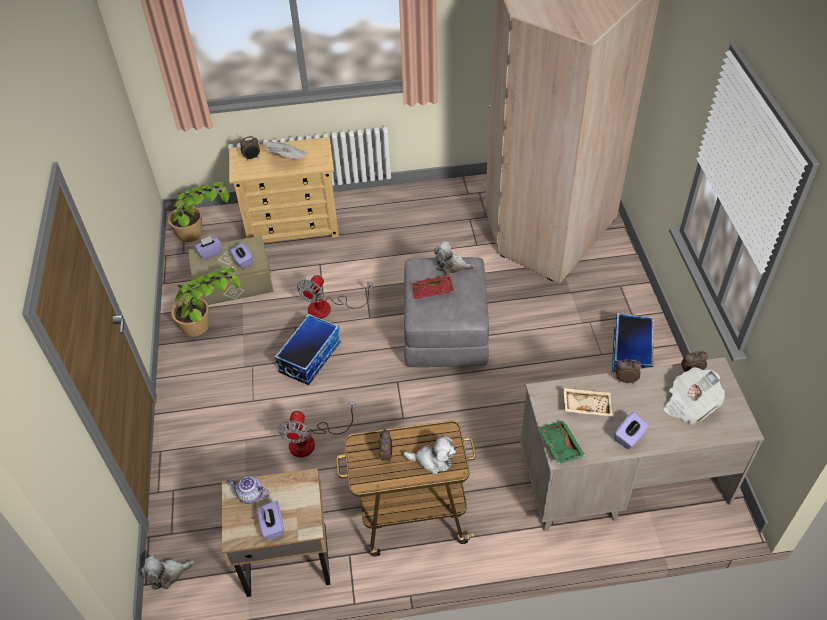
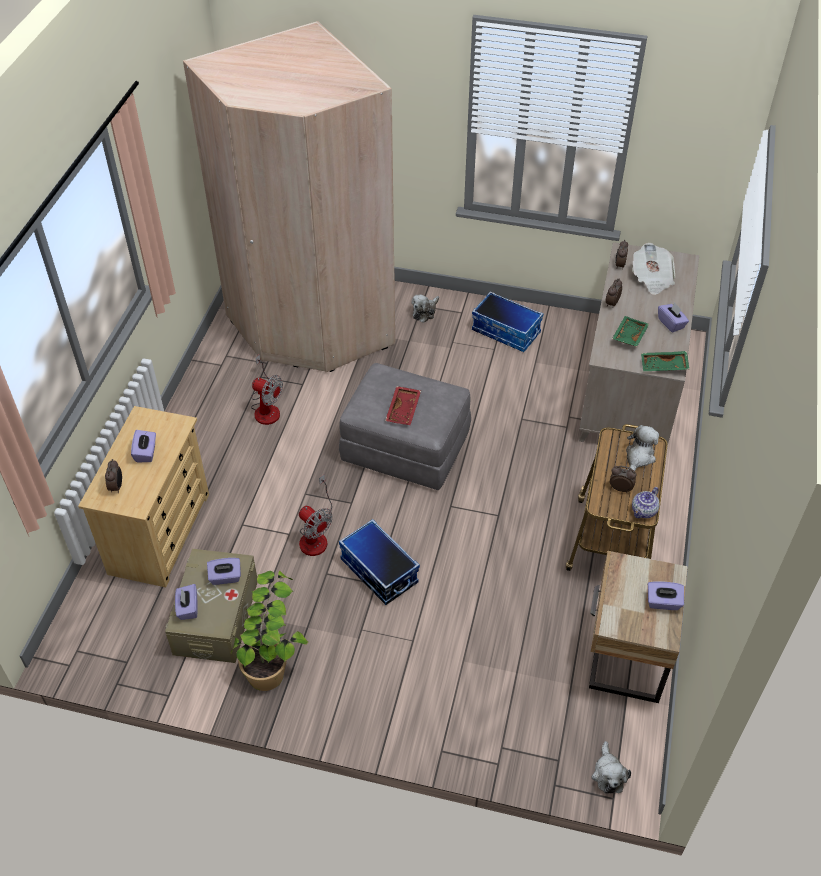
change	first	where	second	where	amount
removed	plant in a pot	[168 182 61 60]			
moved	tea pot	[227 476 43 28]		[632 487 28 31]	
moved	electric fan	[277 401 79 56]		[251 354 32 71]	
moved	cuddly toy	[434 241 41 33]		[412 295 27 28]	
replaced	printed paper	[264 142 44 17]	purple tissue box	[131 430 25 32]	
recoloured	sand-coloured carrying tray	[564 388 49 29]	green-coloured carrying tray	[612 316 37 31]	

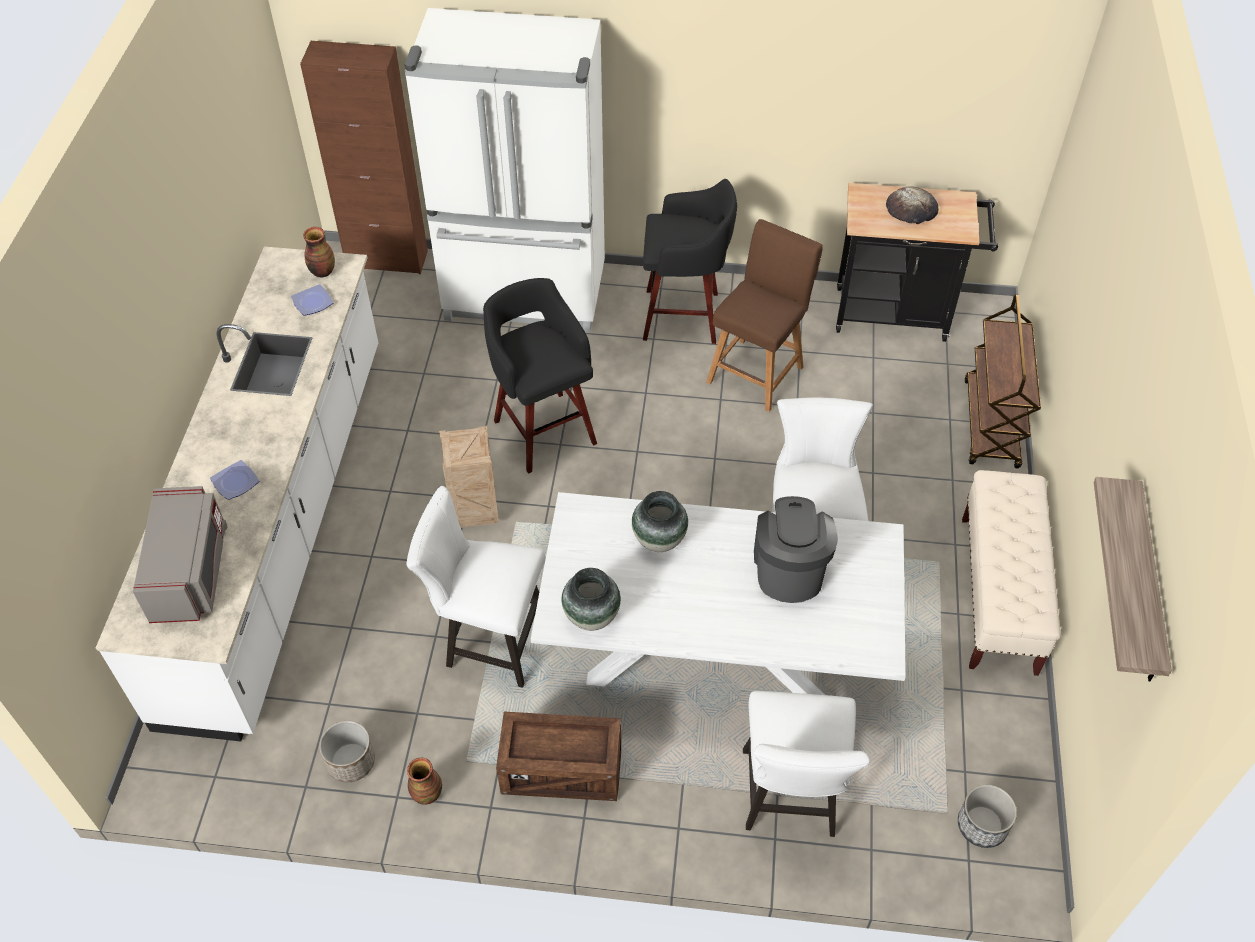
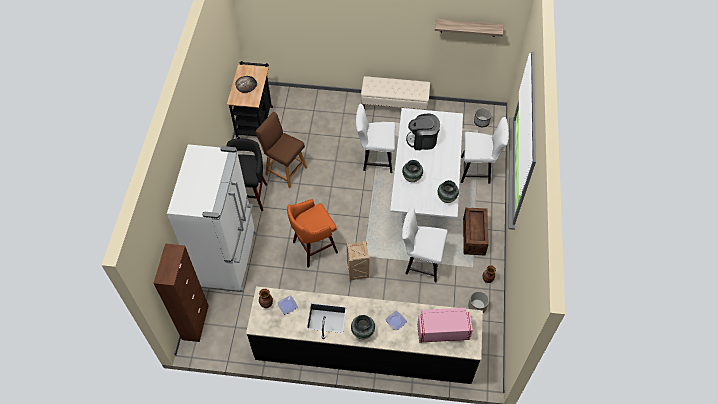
change	first	where	second	where	amount
removed	brownish wheeled cart	[964 294 77 174]			
added			vase	[351 315 24 24]	
recoloured	white counter	[96 247 282 494]	black counter	[246 286 237 98]	
recoloured	gray kitchen microwave	[133 486 95 137]	pinkish kitchen microwave	[417 308 56 35]	
recoloured	black sitting stool	[483 278 114 195]	orange sitting stool	[287 199 51 68]	
turned	white plain chair	[406 486 139 202]		[402 207 46 75]	90 degrees clockwise

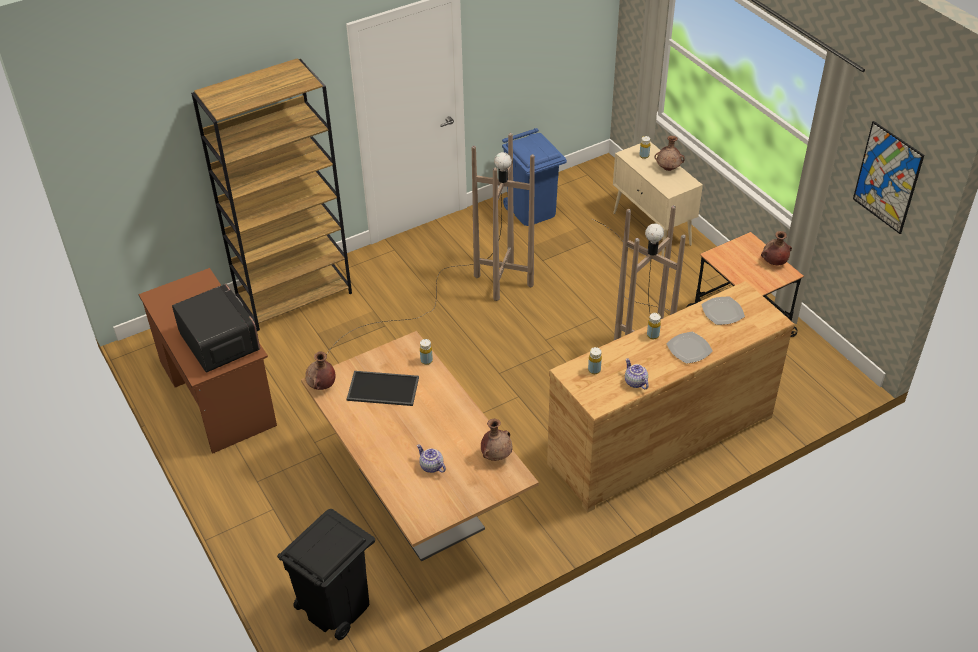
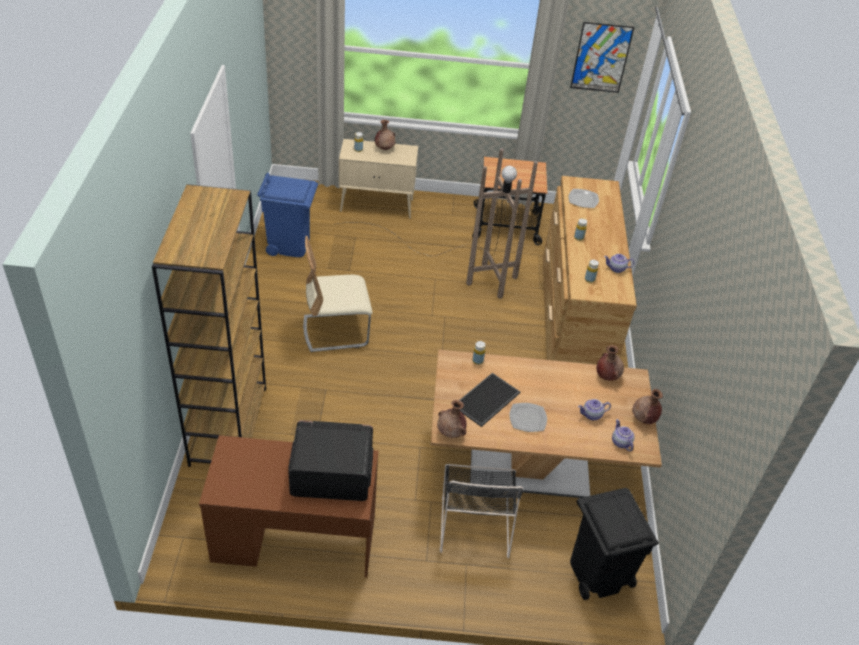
change	first	where	second	where	amount
added			black plain chair	[440 464 84 94]	
added			tea pot	[612 419 22 33]	
moved	flat dish	[667 332 46 32]		[509 403 38 29]	
moved	brownish vase	[761 231 31 35]		[632 389 31 35]	
replaced	brownish standard lamp	[326 133 209 222]	sand-coloured plain chair	[303 236 70 116]	

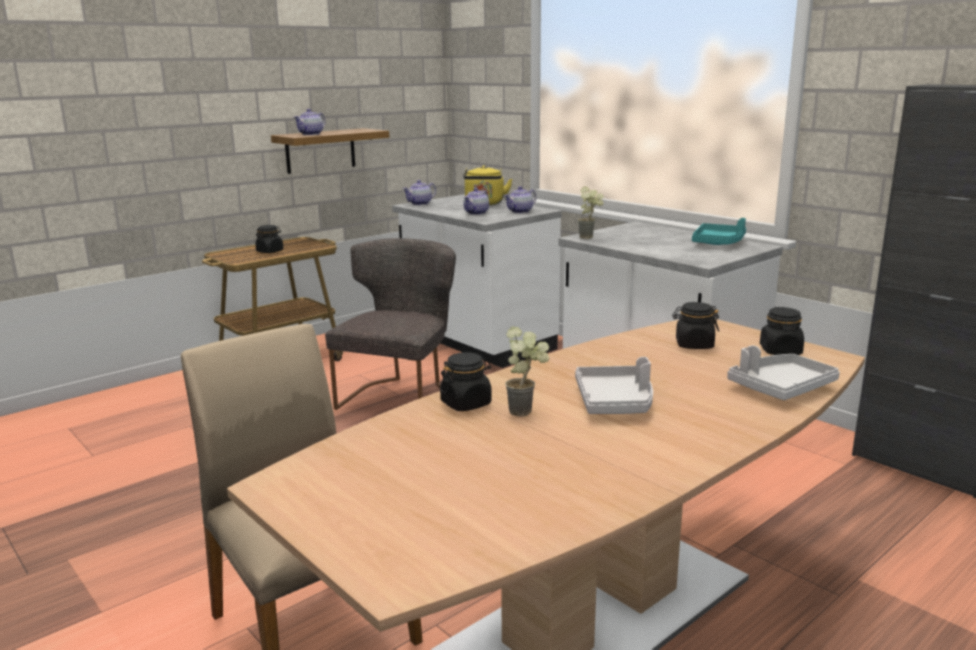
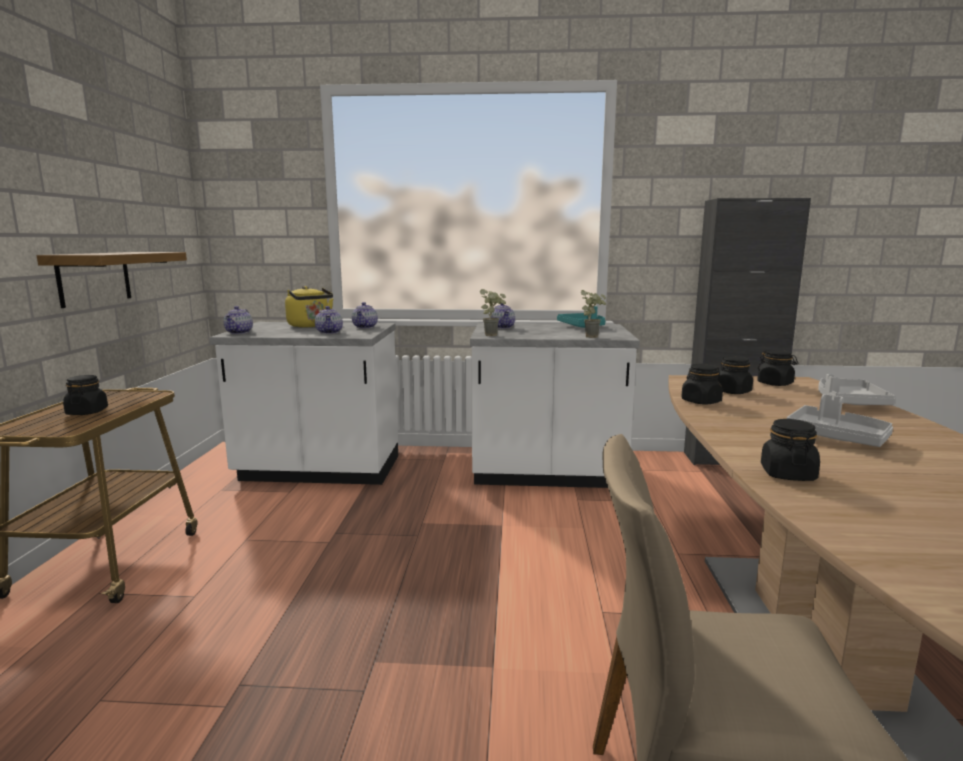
change	first	where	second	where	amount
removed	gray plain chair	[325 238 131 172]			
added			black storage jar	[681 364 42 41]	
moved	tea pot	[294 109 31 26]		[491 303 24 26]	
moved	plant in a pot	[505 326 44 91]		[581 290 25 48]	

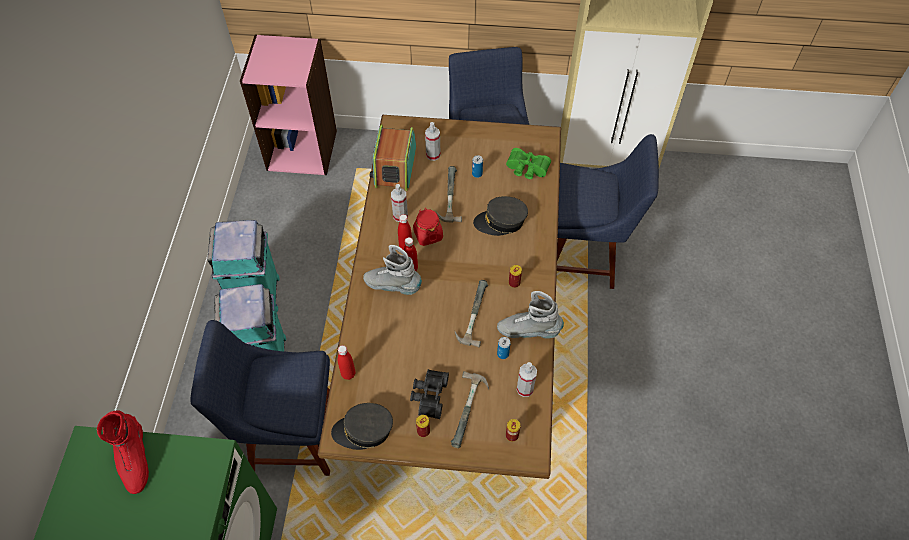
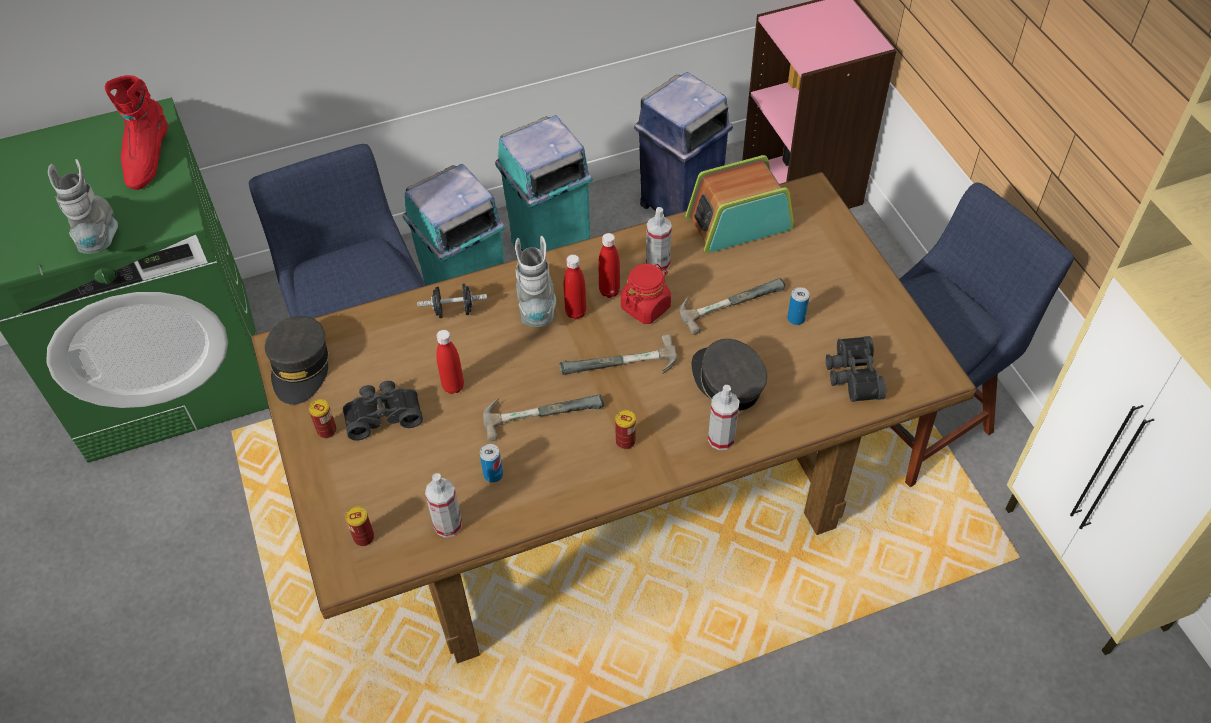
change	first	where	second	where	amount
removed	blue-coloured plain chair	[557 134 102 155]			
added			black dumbbell	[417 283 70 35]	
added			blue-coloured waste bin	[634 72 99 145]	
moved	reddish beverage bottle	[338 345 17 35]		[436 330 28 64]	
moved	hand sprayer	[425 122 16 39]		[708 385 32 65]	
moved	hammer	[451 371 38 77]		[559 334 118 41]	
moved	gray high-top boot	[497 291 67 48]		[48 159 70 95]	
recoloured	green-coloured pair of binoculars	[506 148 45 31]	black pair of binoculars	[826 336 60 66]	
turned	reddish high-top boot	[97 410 52 84]		[105 75 63 115]	45 degrees counterclockwise
turned	gray peaked cap	[331 403 62 47]		[265 316 64 88]	150 degrees counterclockwise

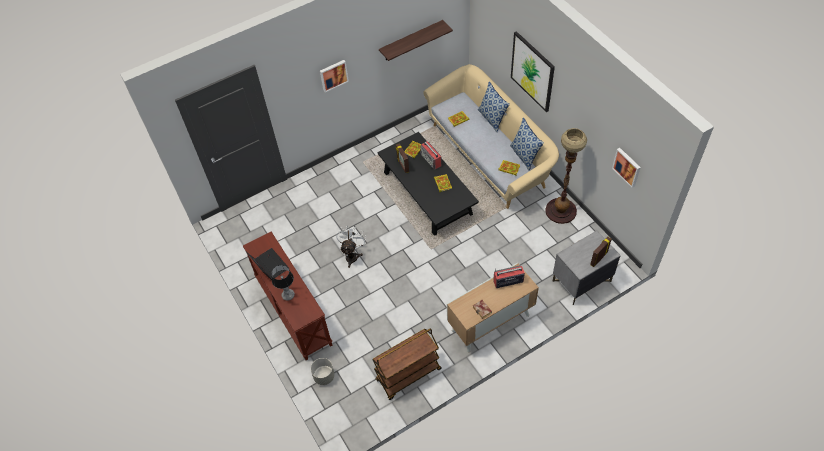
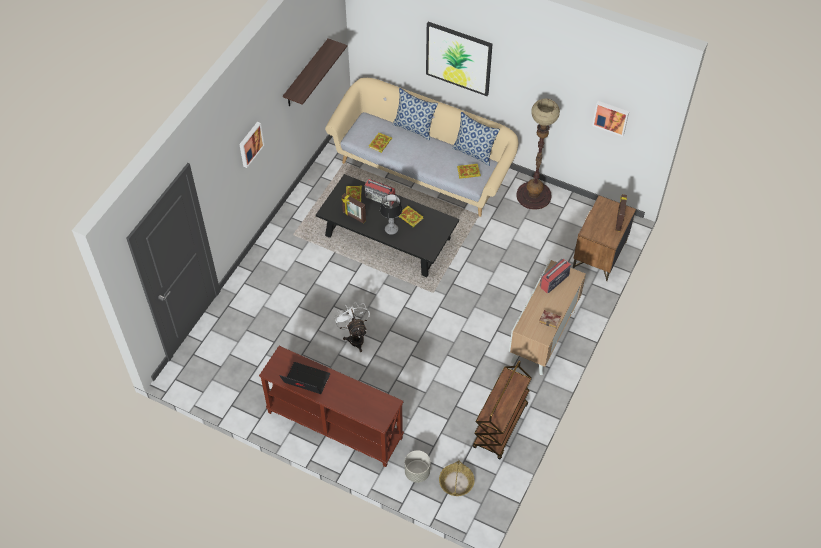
change	first	where	second	where	amount
added			household basket	[439 460 36 36]	
moved	tabletop lamp	[271 265 24 36]		[380 194 22 41]	
recoloured	gray night table	[553 231 68 74]	brownish night table	[573 195 63 86]	

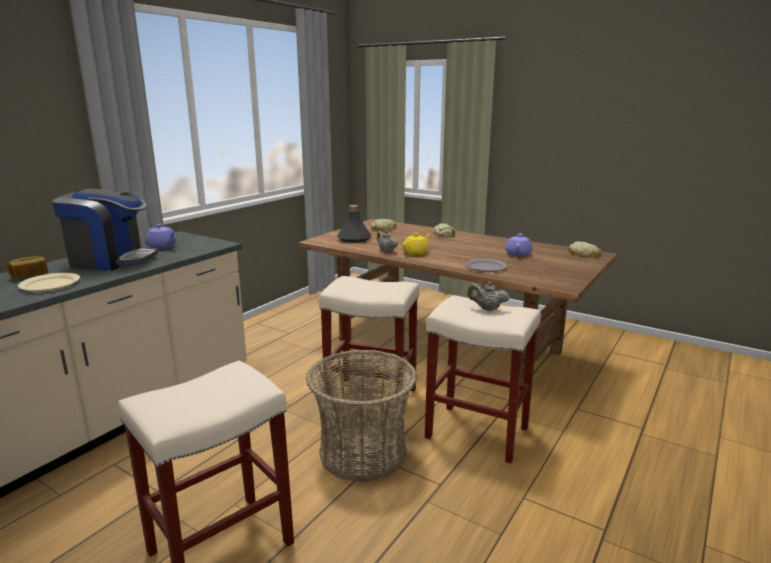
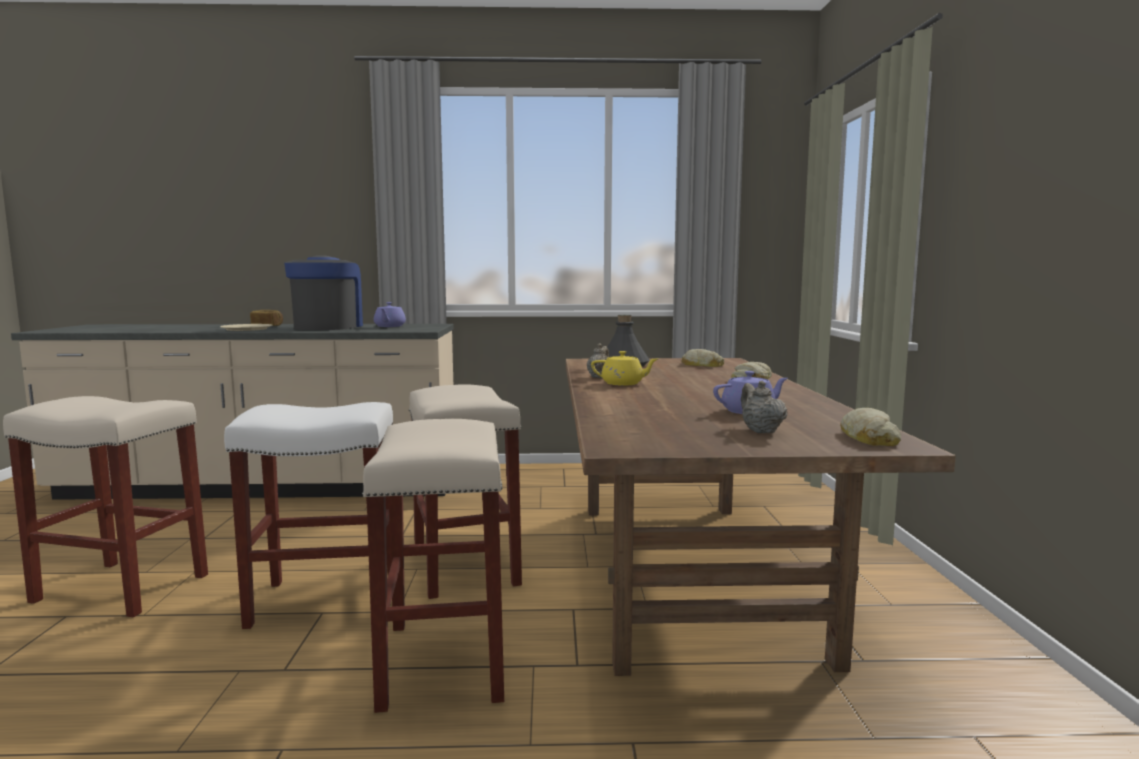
change	first	where	second	where	amount
removed	gray flat dish	[466 258 41 14]			
moved	sand-coloured tea pot	[468 282 41 29]		[741 381 47 52]	
replaced	household basket	[306 350 111 132]	white sitting stool	[224 402 169 227]	
turned	coffee brewer	[52 189 106 82]		[284 255 79 75]	150 degrees counterclockwise

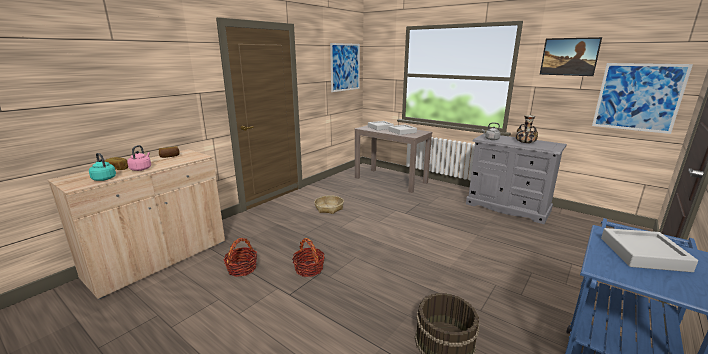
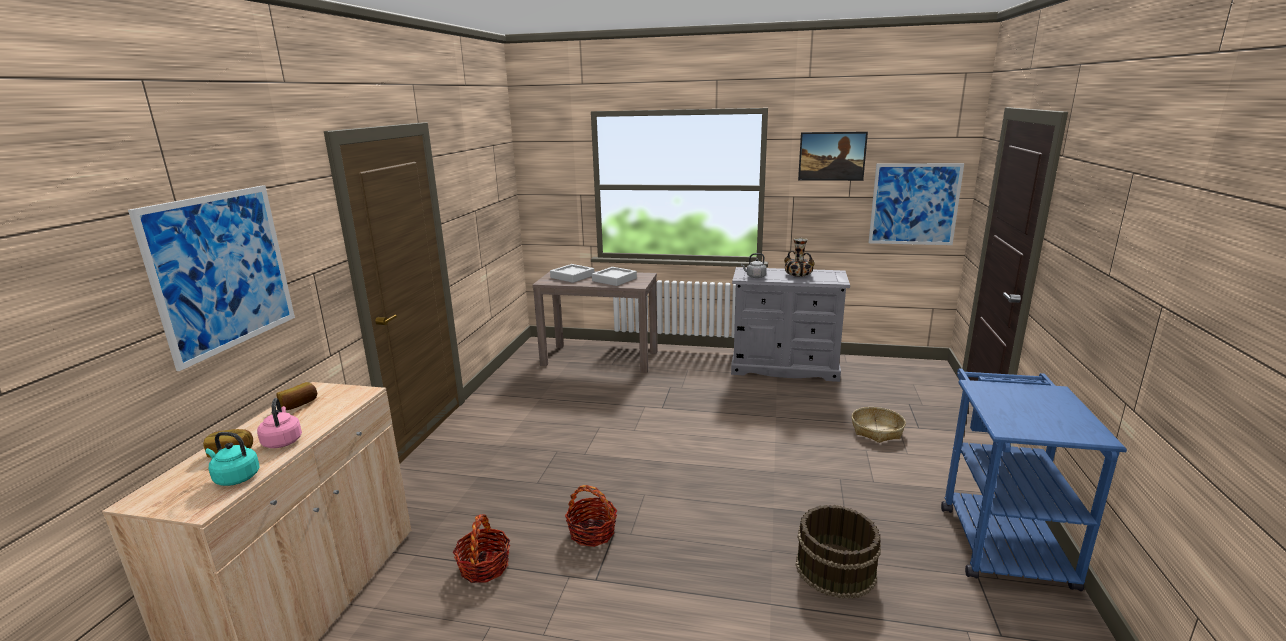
change	first	where	second	where	amount
removed	gray carrying tray	[601 228 97 44]			
moved	household basket	[314 195 30 19]		[852 407 54 36]	
moved	picture	[330 43 30 49]		[128 185 167 186]	

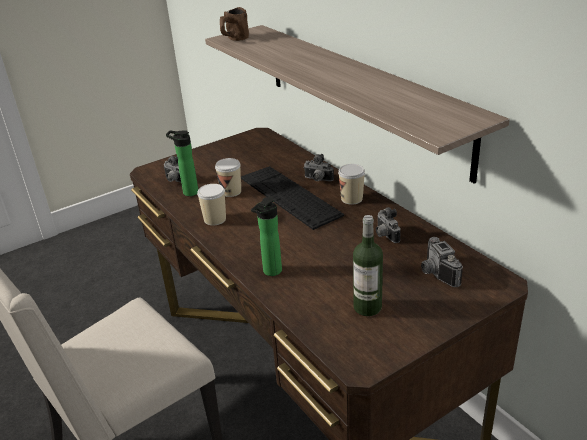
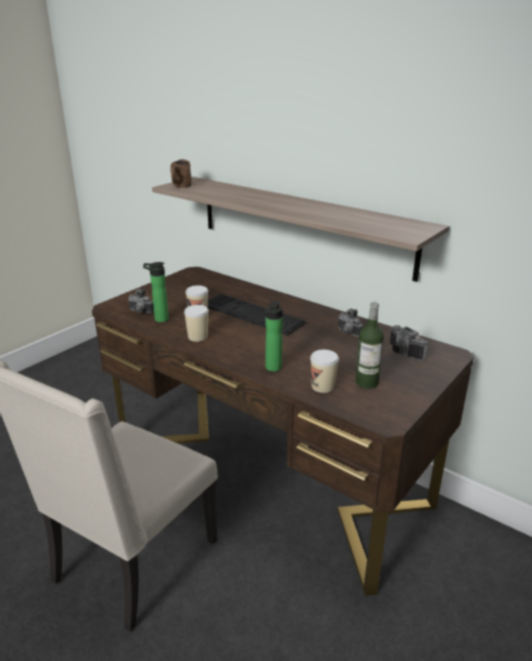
change	first	where	second	where	amount
removed	still camera	[304 154 30 27]			
moved	drinking cup	[338 164 27 40]		[310 350 29 43]	

